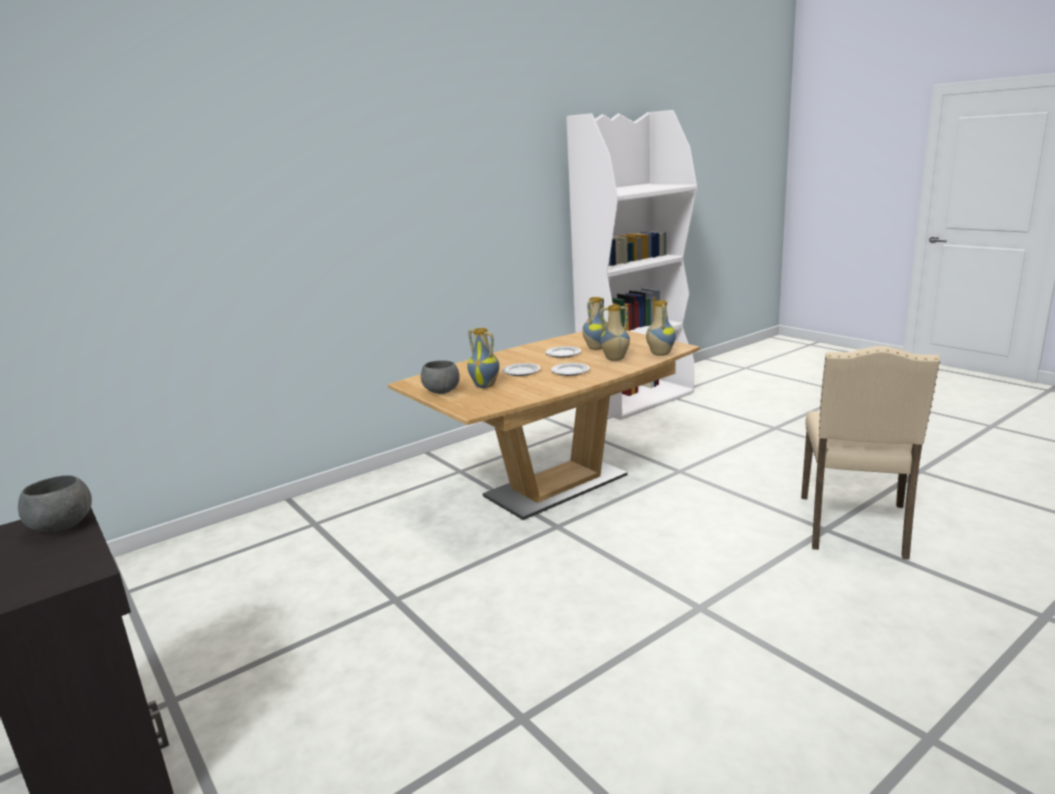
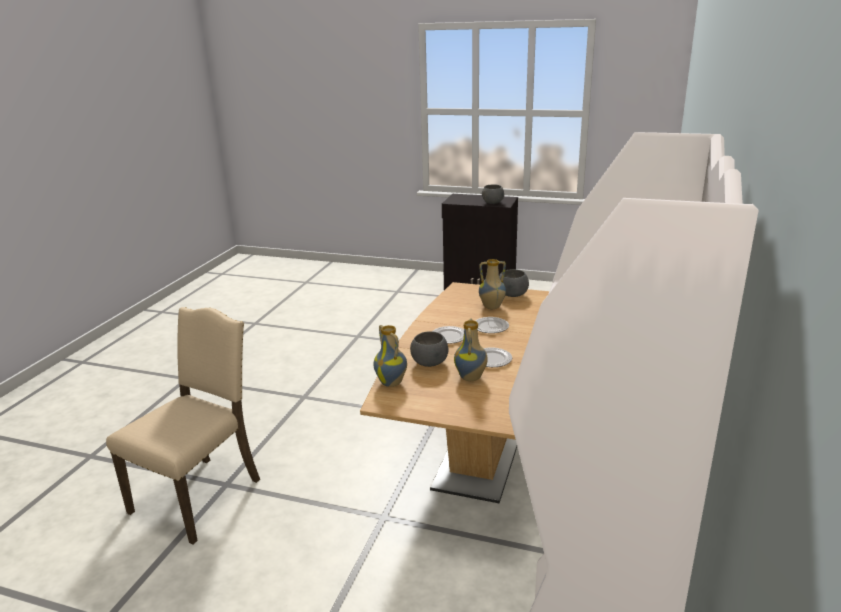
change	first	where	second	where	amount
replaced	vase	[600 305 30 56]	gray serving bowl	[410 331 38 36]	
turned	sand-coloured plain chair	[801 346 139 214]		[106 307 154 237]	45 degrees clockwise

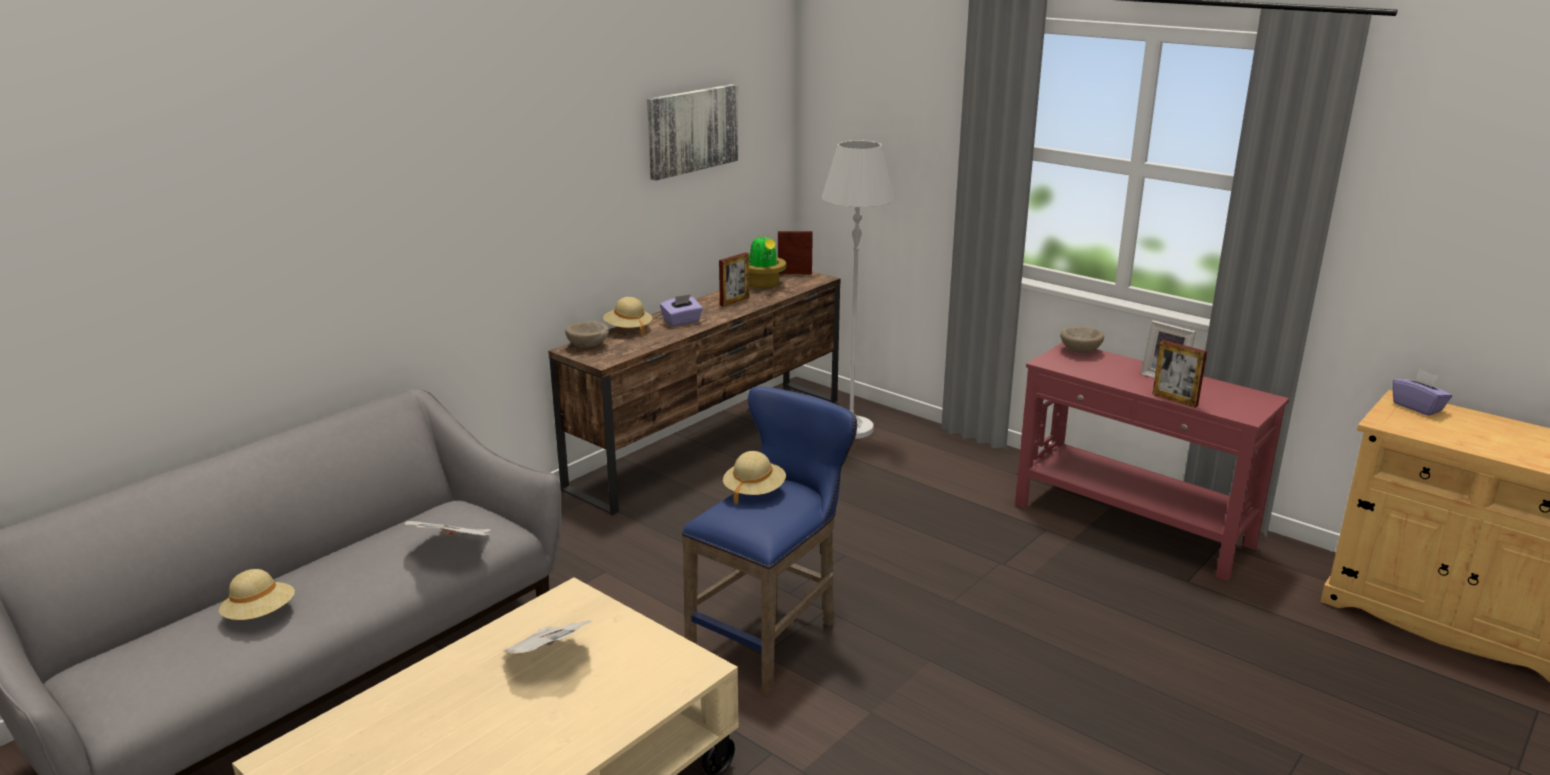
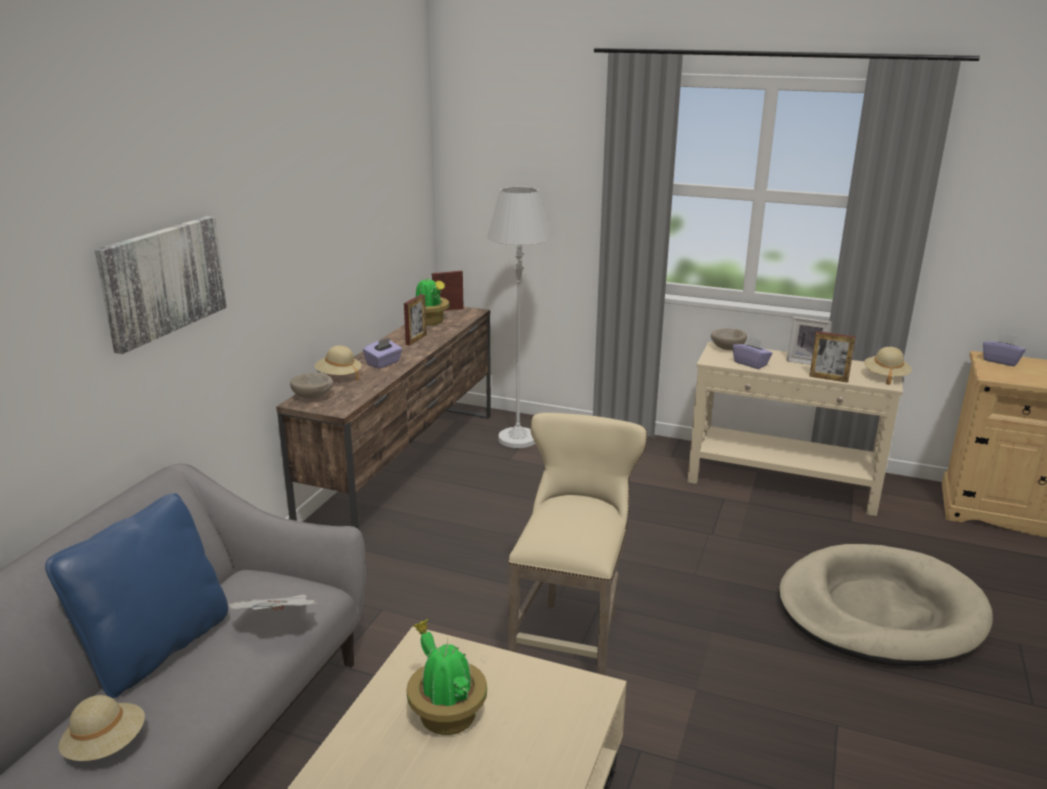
change	first	where	second	where	amount
added			blue-coloured throw pillow	[45 493 183 205]	
added			purple tissue box	[732 336 40 33]	
added			sand-coloured pet bed	[779 544 214 122]	
moved	picture	[647 84 91 96]		[95 216 132 138]	
moved	sand-coloured clothing hat	[723 451 63 54]		[864 347 48 38]	
replaced	printed paper	[502 620 91 34]	plant in a pot	[407 619 80 116]	
recoloured	blue-coloured sitting stool	[682 387 175 308]	sand-coloured sitting stool	[508 413 140 262]	
recoloured	reddish hall table	[1015 342 274 239]	sand-coloured hall table	[687 342 216 174]	

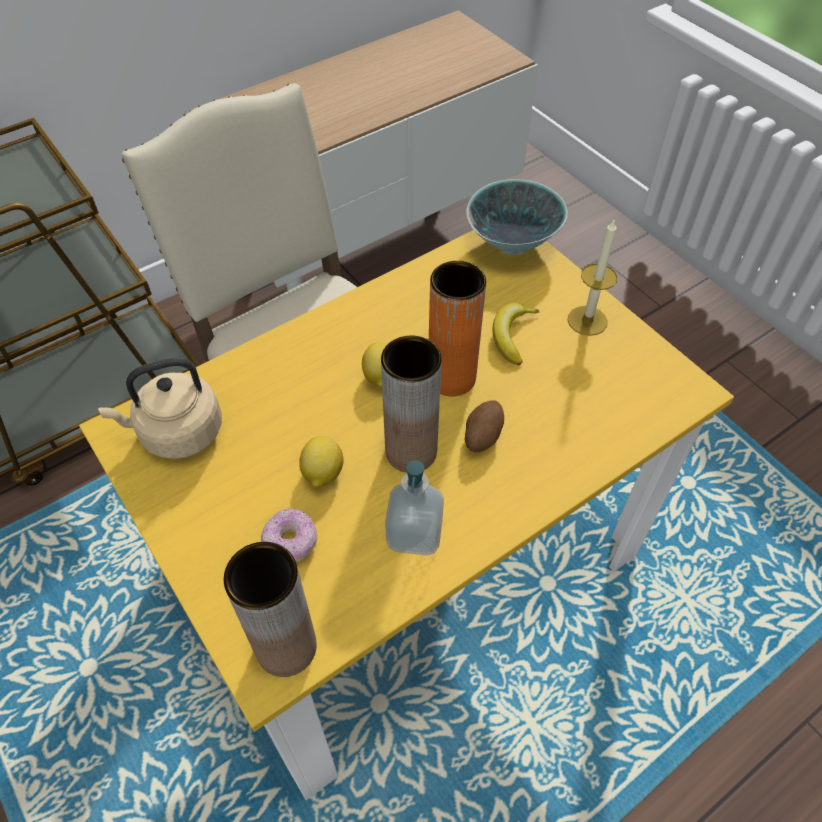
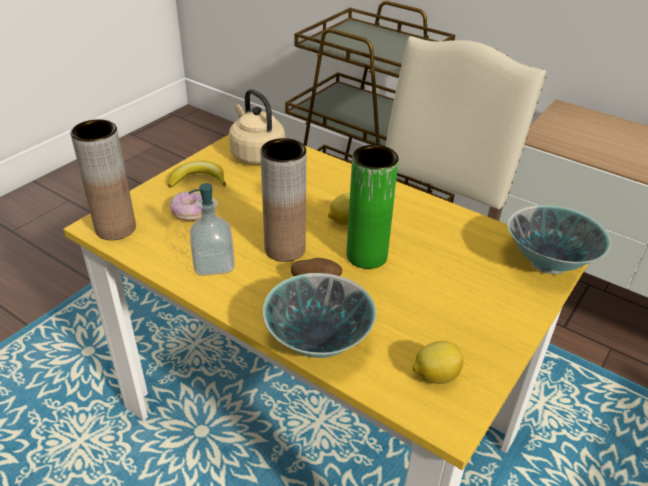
change	first	where	second	where	amount
removed	candle	[568 220 49 116]			
added			serving bowl	[263 273 113 85]	
moved	citrus fruit	[299 436 45 53]		[413 341 50 43]	
moved	whole banana	[492 302 48 63]		[168 160 58 28]	
recoloured	orange vase	[429 261 57 135]	green-coloured vase	[347 145 52 124]	

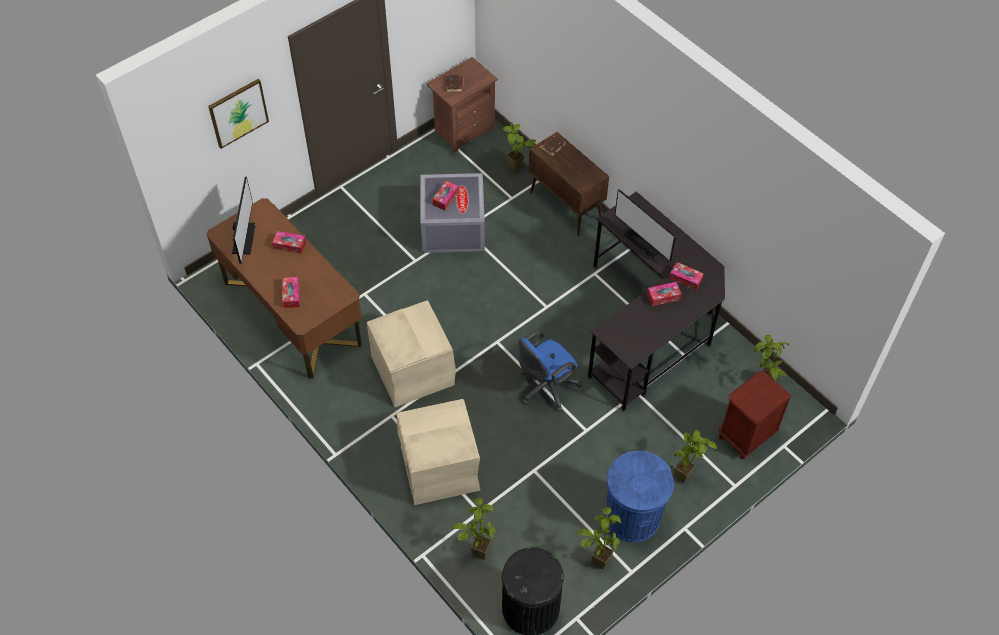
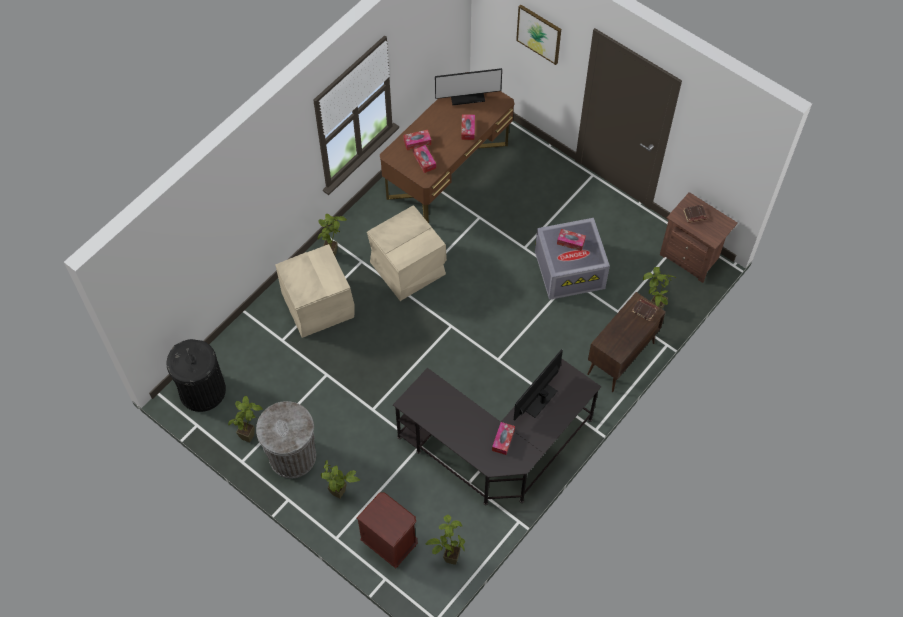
change	first	where	second	where	amount
removed	blue-coloured desk chair	[518 330 64 82]			
moved	plant in a pot	[451 498 45 62]		[318 214 29 42]	
moved	tissue box	[647 282 35 24]		[413 145 23 28]	
recoloured	blue-coloured waste bin	[606 451 68 92]	gray waste bin	[256 401 60 78]	

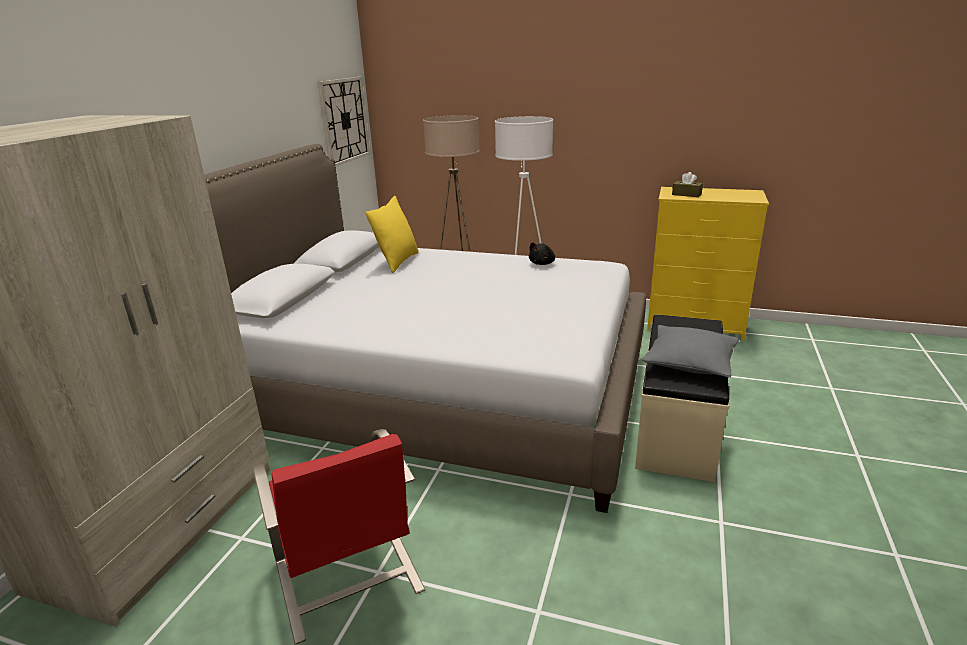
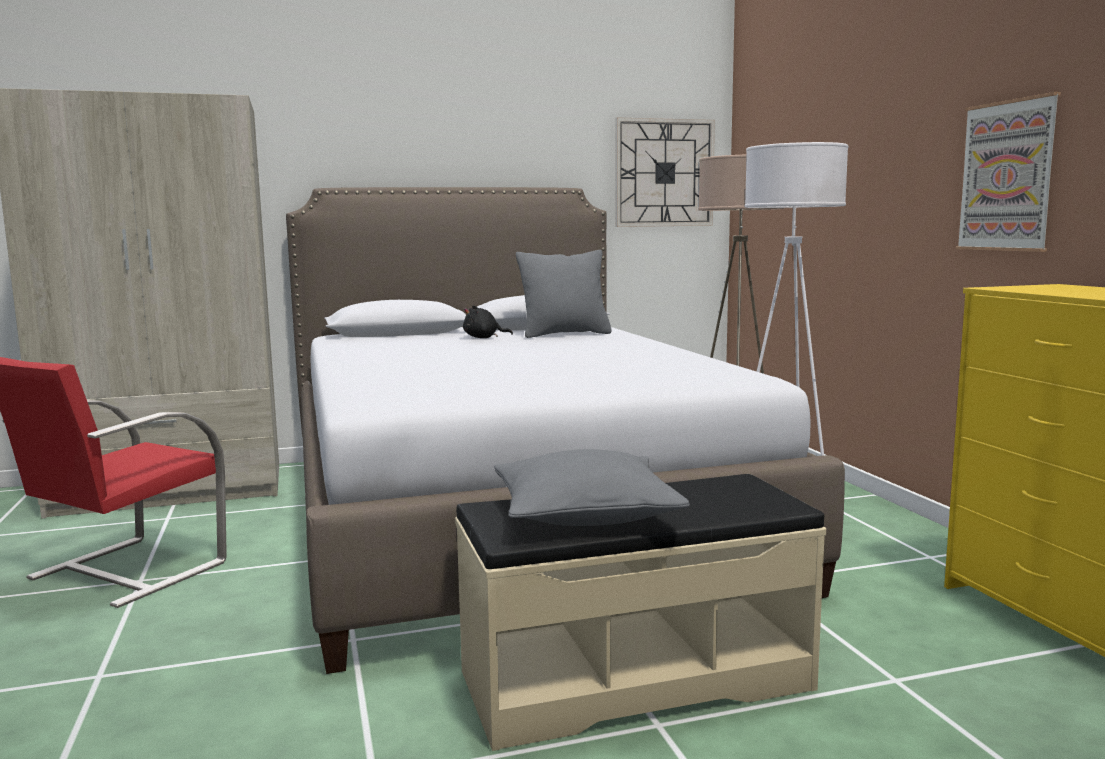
change	first	where	second	where	amount
removed	brownish tissue box	[672 172 31 25]			
added			picture	[956 92 105 160]	
moved	black cuddly toy	[529 242 26 23]		[463 305 50 33]	
recoloured	yellow throw pillow	[366 196 53 77]	gray throw pillow	[516 250 96 88]	

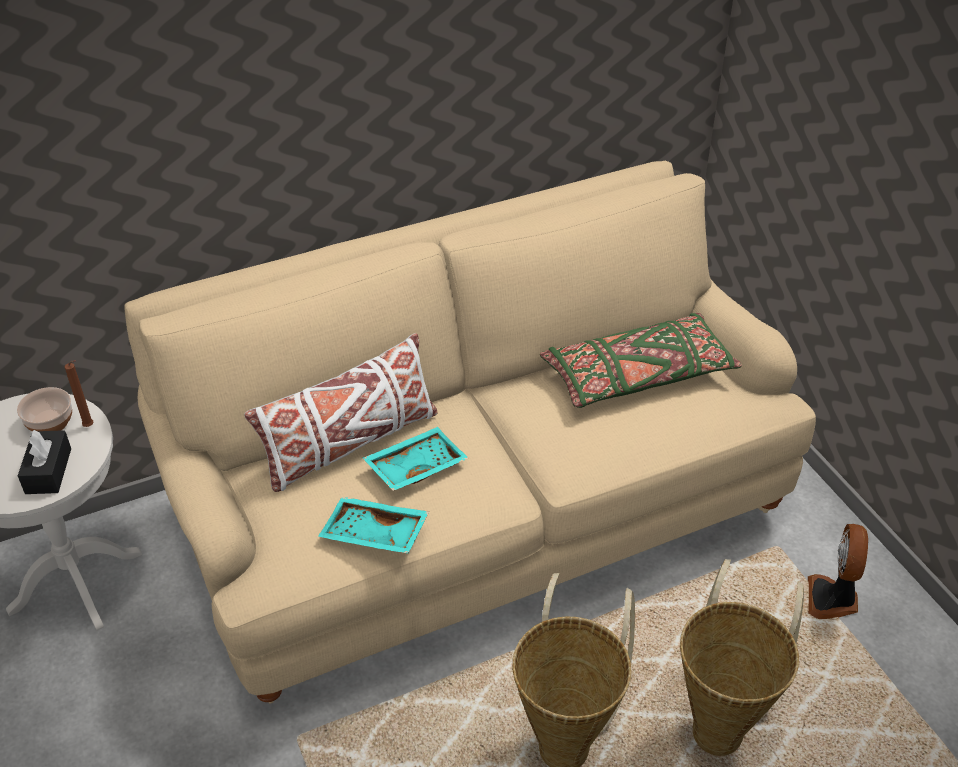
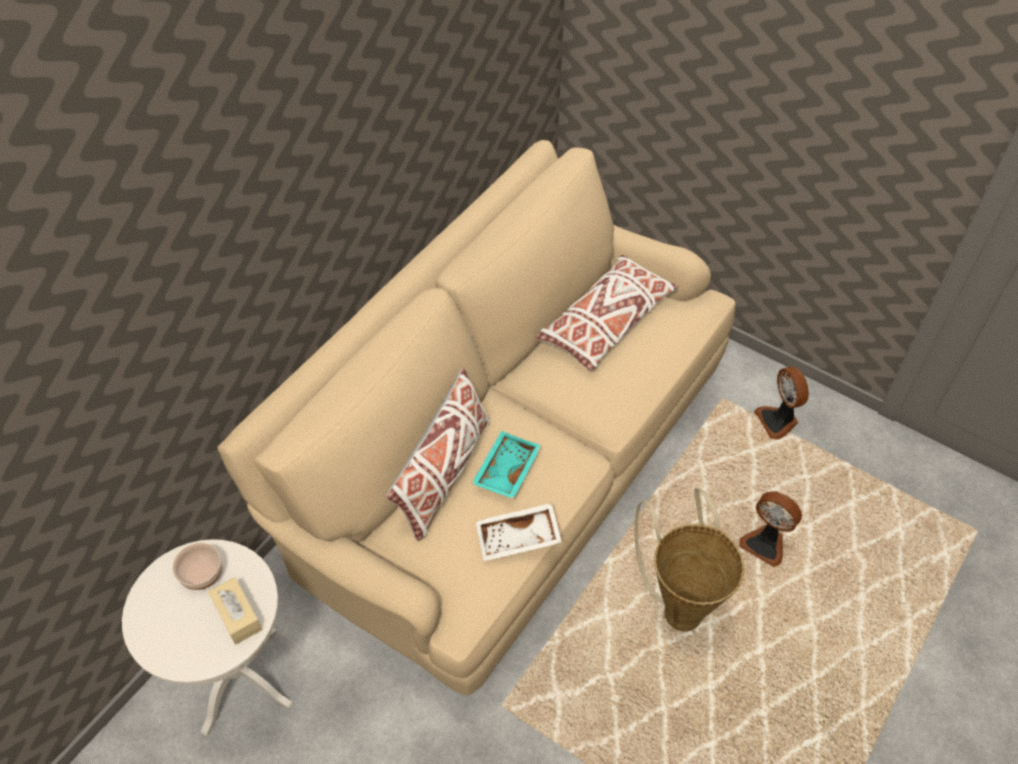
change	first	where	second	where	amount
removed	brownish candle	[64 360 30 67]			
replaced	household basket	[680 559 124 197]	electric fan	[740 491 62 76]	
recoloured	black tissue box	[18 430 53 64]	sand-coloured tissue box	[208 577 54 68]	
recoloured	turquoise-coloured carrying tray	[318 497 111 57]	white carrying tray	[476 503 86 58]	
recoloured	green-coloured throw pillow	[540 313 202 95]	white throw pillow	[536 255 142 115]	

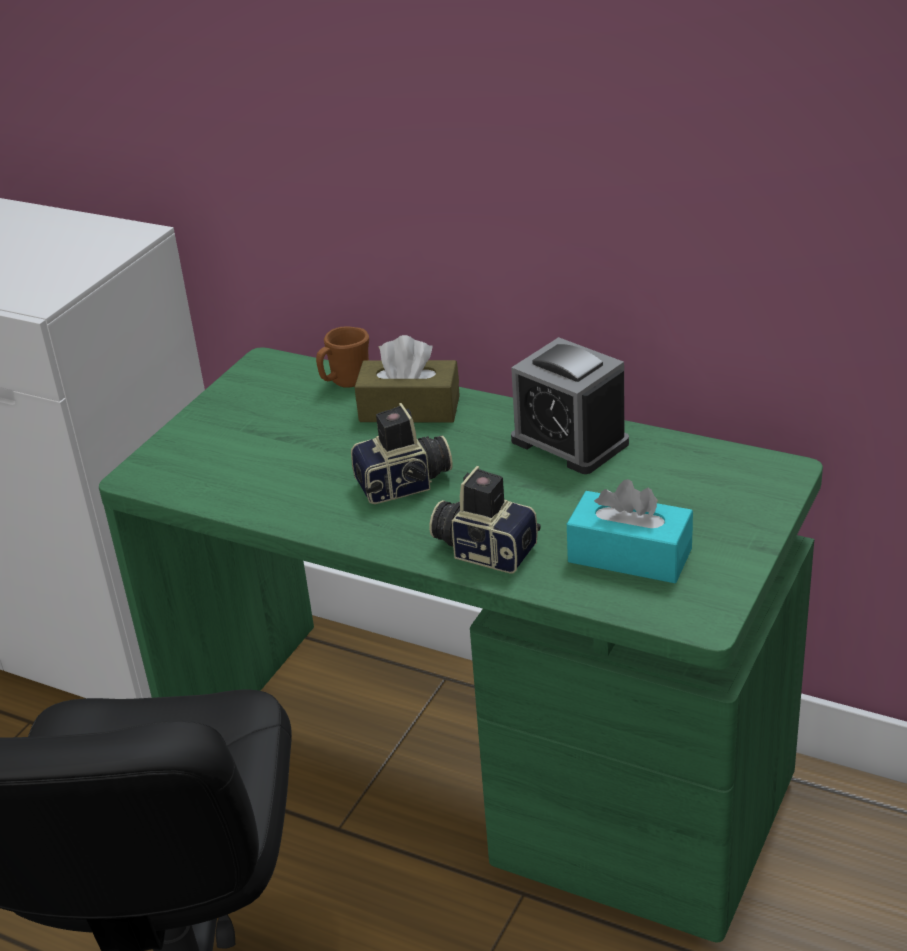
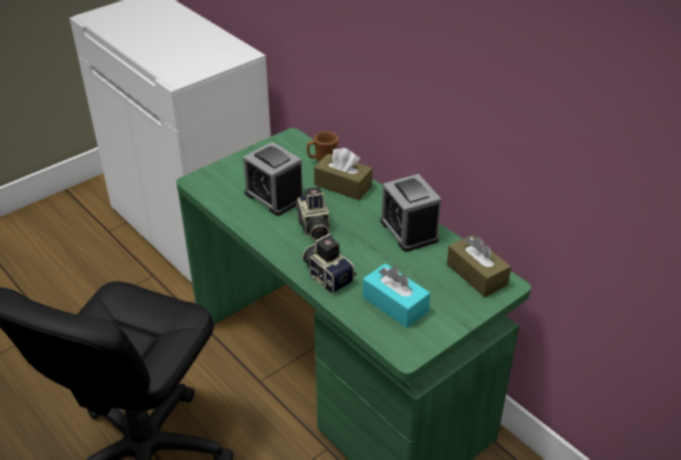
change	first	where	second	where	amount
added			table clock	[243 142 61 74]	
added			brownish tissue box	[447 235 64 62]	
turned	still camera	[351 403 102 101]		[296 187 34 53]	75 degrees clockwise

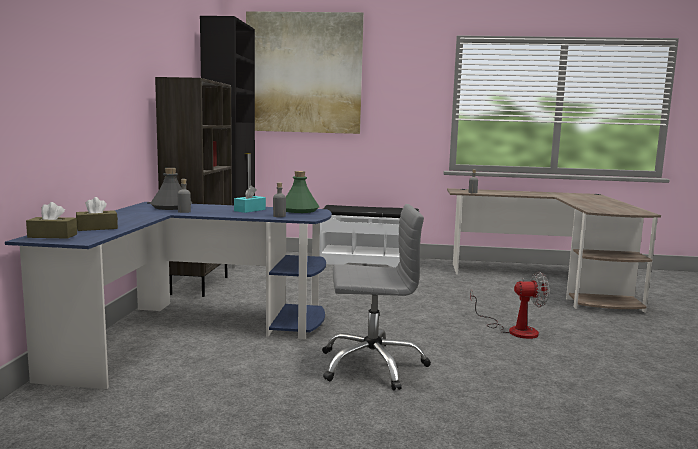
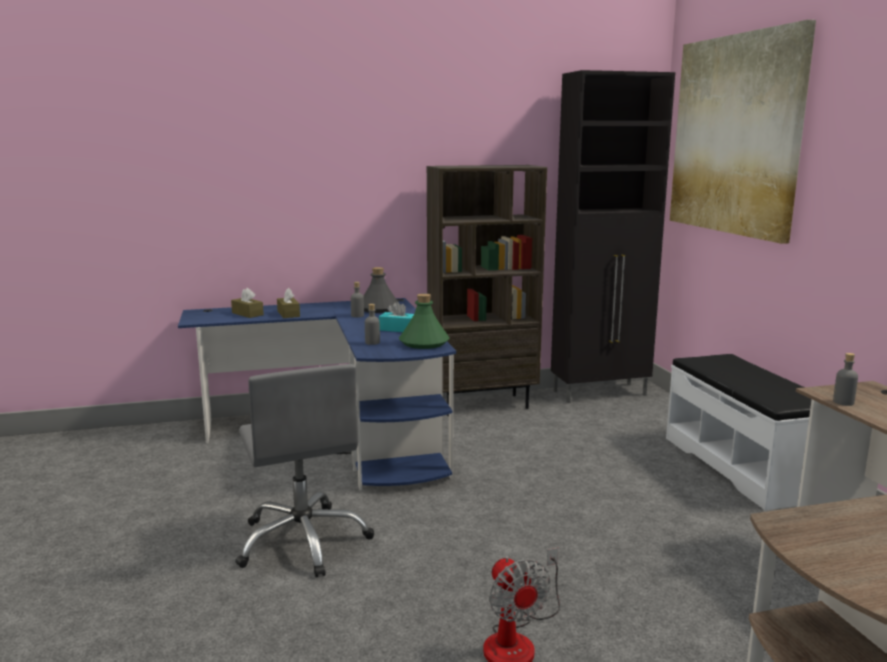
change	first	where	second	where	amount
moved	brownish tissue box	[26 202 51 37]		[277 288 23 30]	

